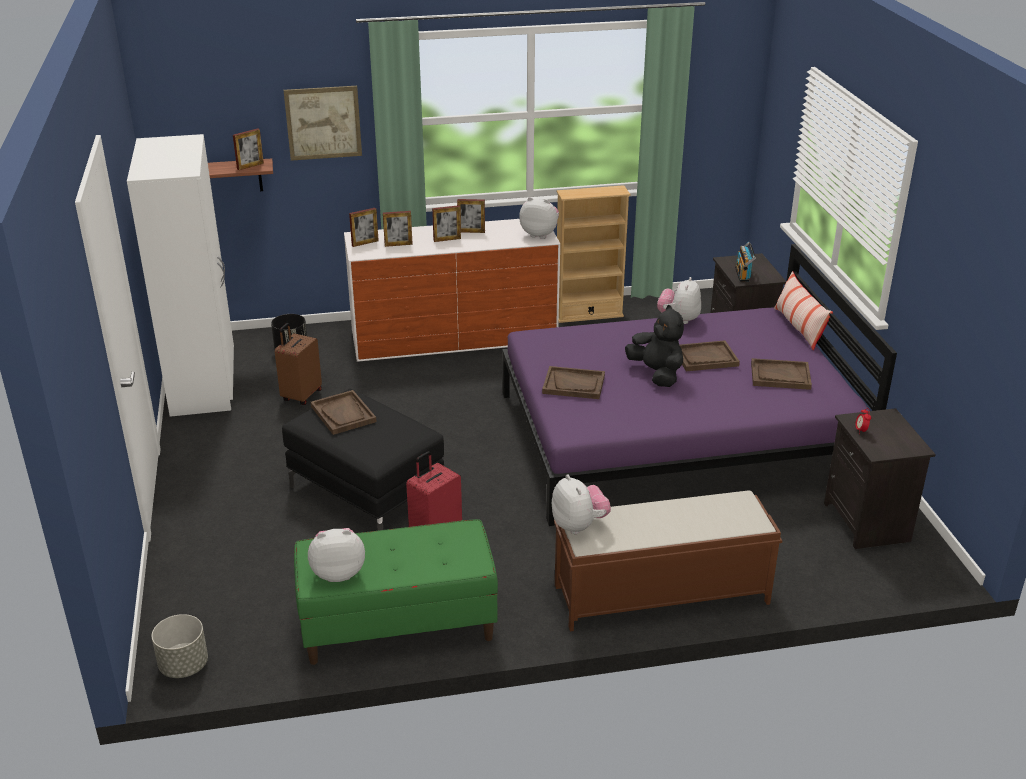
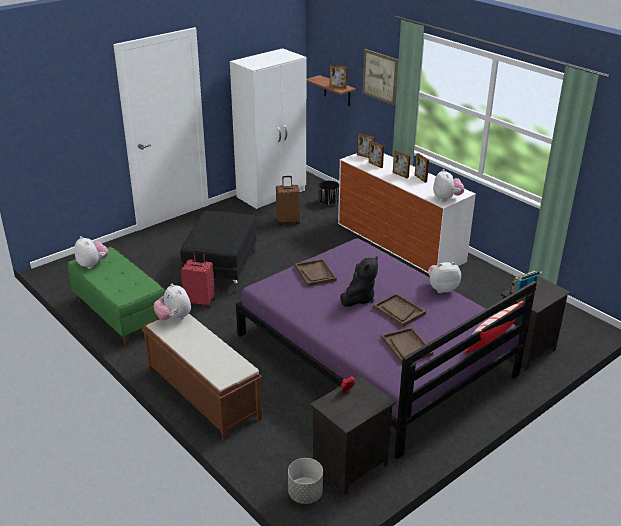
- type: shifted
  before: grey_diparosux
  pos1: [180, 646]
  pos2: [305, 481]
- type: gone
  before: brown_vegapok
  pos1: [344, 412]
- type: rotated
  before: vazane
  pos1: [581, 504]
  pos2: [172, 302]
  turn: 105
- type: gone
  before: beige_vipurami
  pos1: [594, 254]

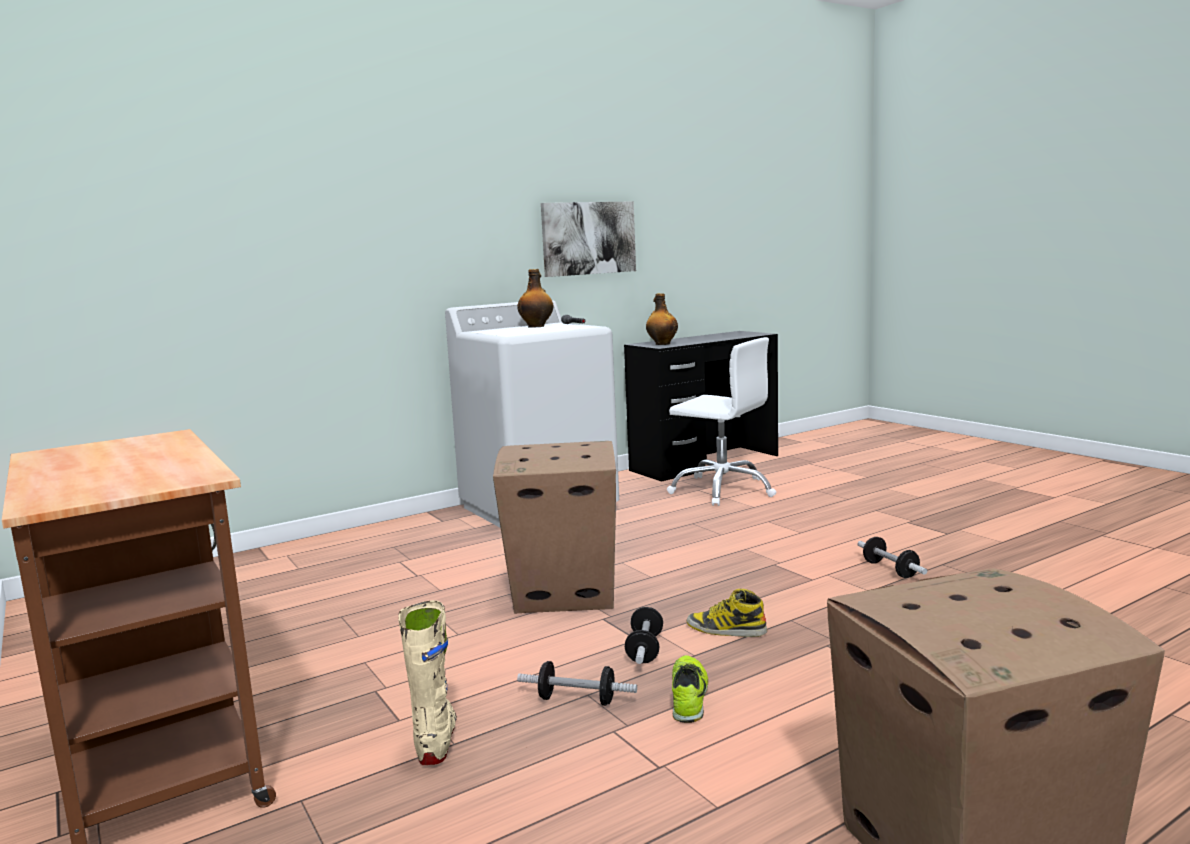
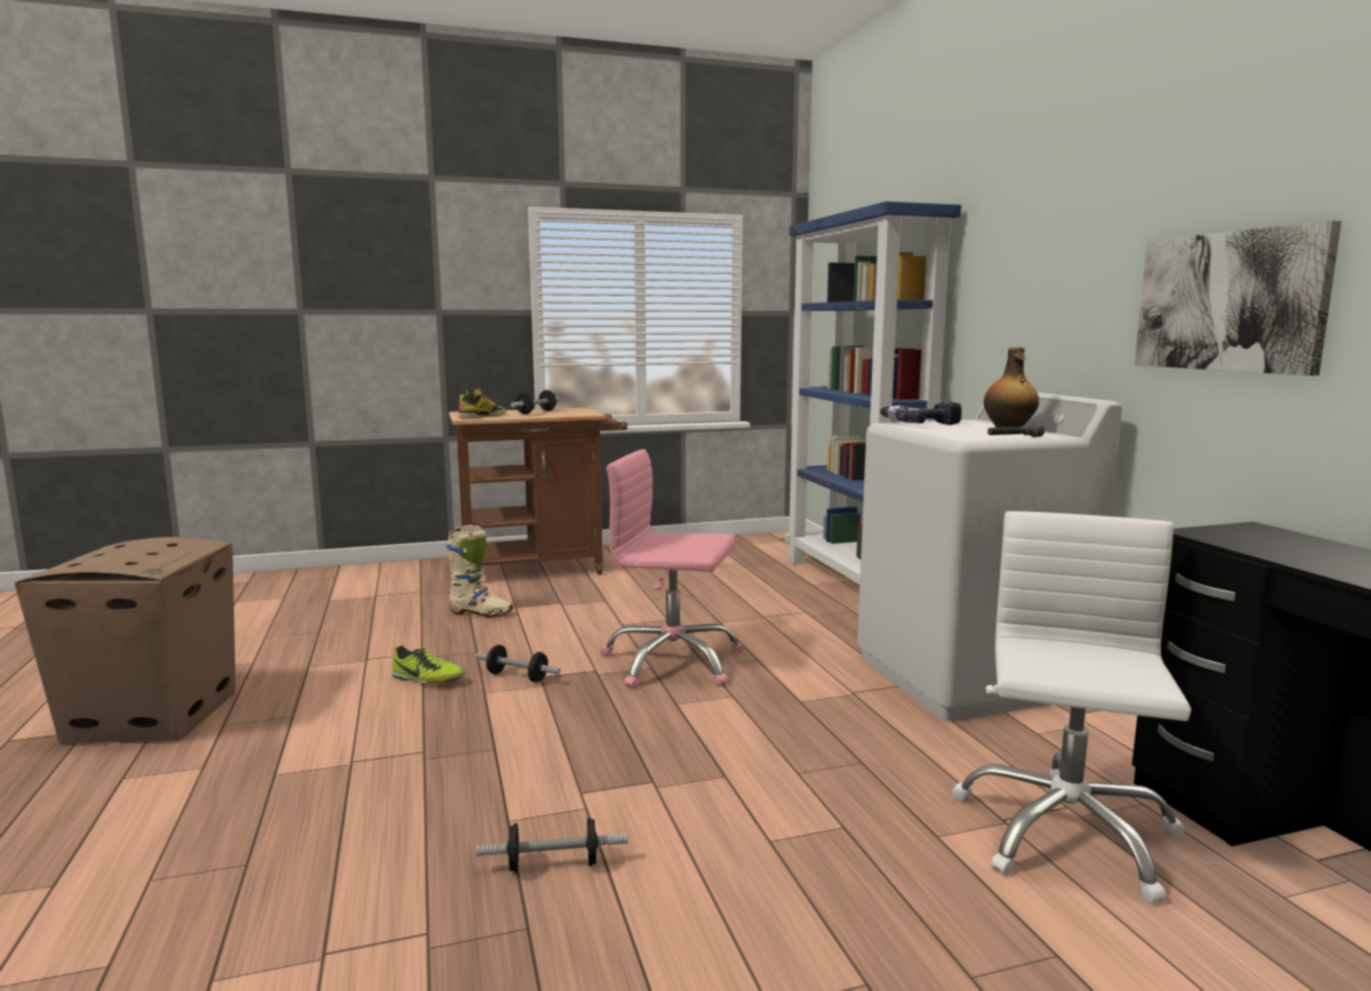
- type: swapped
  before: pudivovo
  after: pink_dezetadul
  pos1: [554, 527]
  pos2: [672, 568]
- type: shifted
  before: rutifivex
  pos1: [577, 683]
  pos2: [535, 402]
- type: gone
  before: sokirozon
  pos1: [662, 319]
- type: rotated
  before: white_dezetadul
  pos1: [721, 421]
  pos2: [1071, 707]
  turn: 150
- type: shifted
  before: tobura
  pos1: [727, 613]
  pos2: [482, 403]
- type: new
  after: blue_vipurami
  pos2: [873, 393]
- type: new
  after: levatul
  pos2: [921, 413]

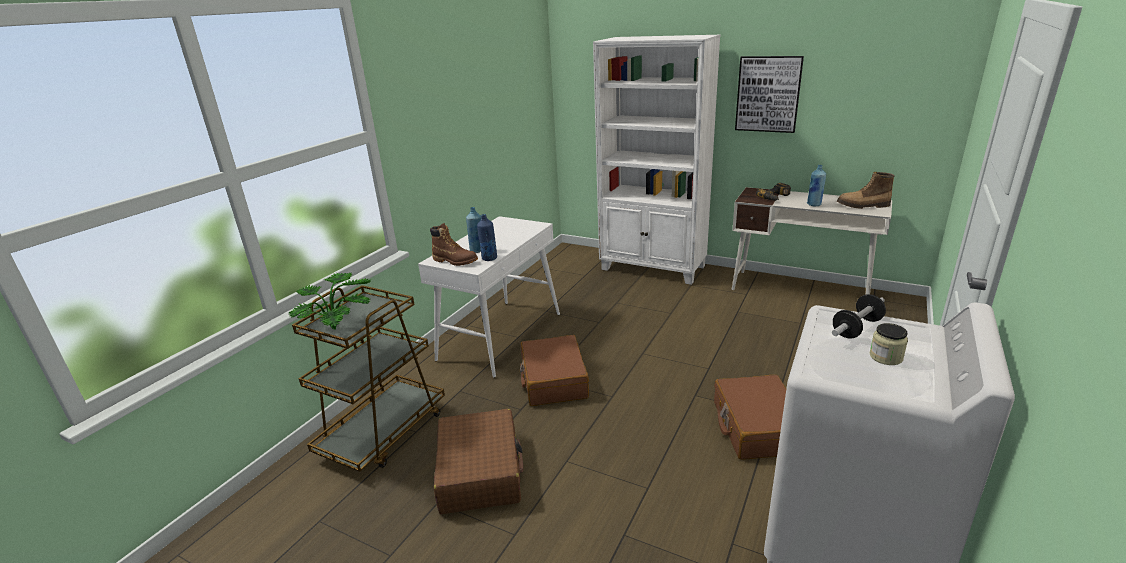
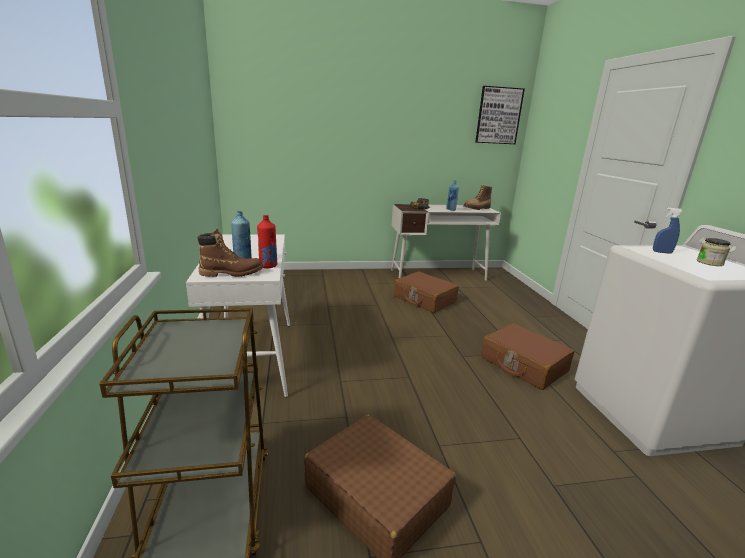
- type: gone
  before: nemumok
  pos1: [330, 301]
- type: repainted
  before: blue_sokirozon
  after: red_sokirozon
  pos1: [487, 237]
  pos2: [267, 241]
- type: shifted
  before: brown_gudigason
  pos1: [554, 370]
  pos2: [426, 292]
- type: gone
  before: white_vipurami
  pos1: [656, 160]
- type: shifted
  before: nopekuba
  pos1: [769, 94]
  pos2: [500, 115]
- type: swapped
  before: rutifivex
  after: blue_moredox
  pos1: [859, 316]
  pos2: [668, 230]

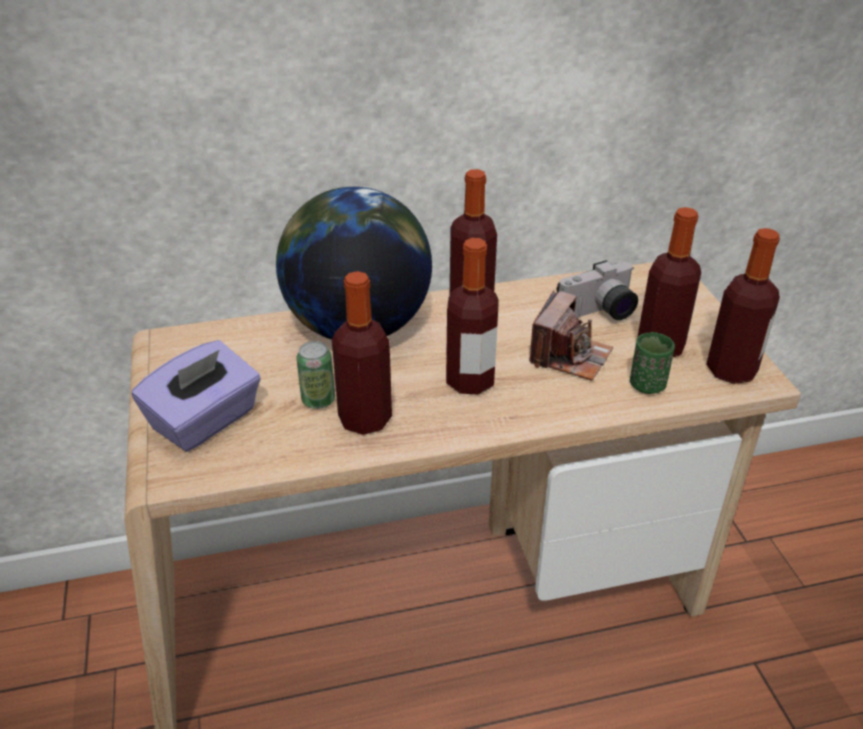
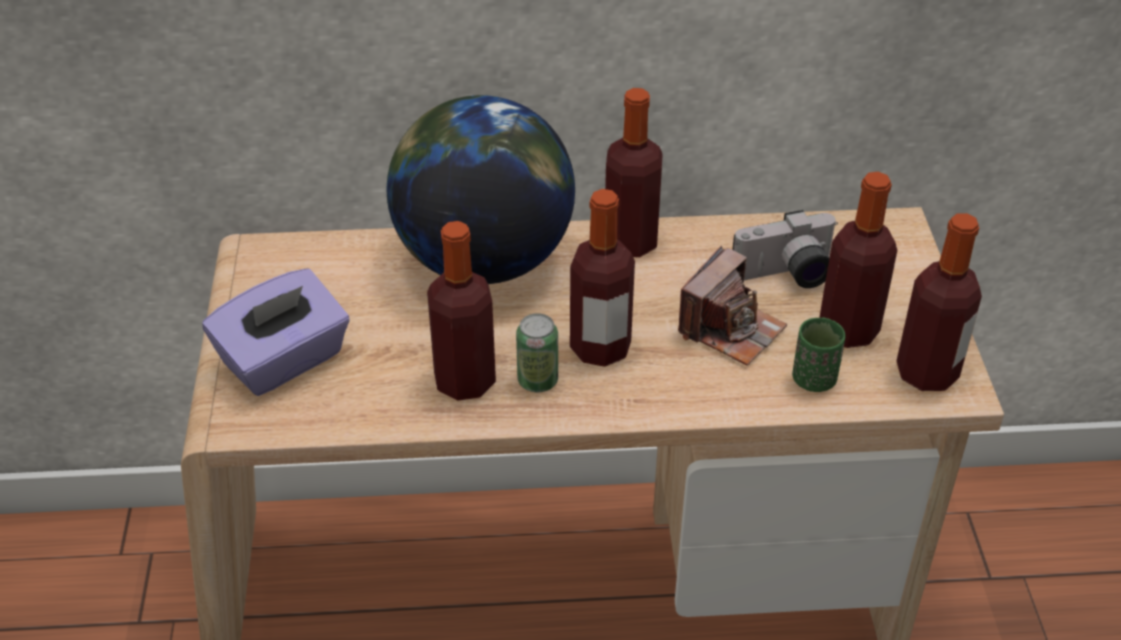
- type: shifted
  before: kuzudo
  pos1: [316, 375]
  pos2: [537, 352]

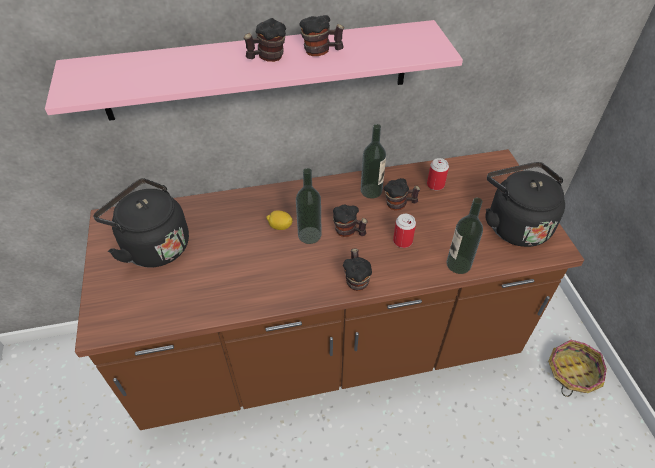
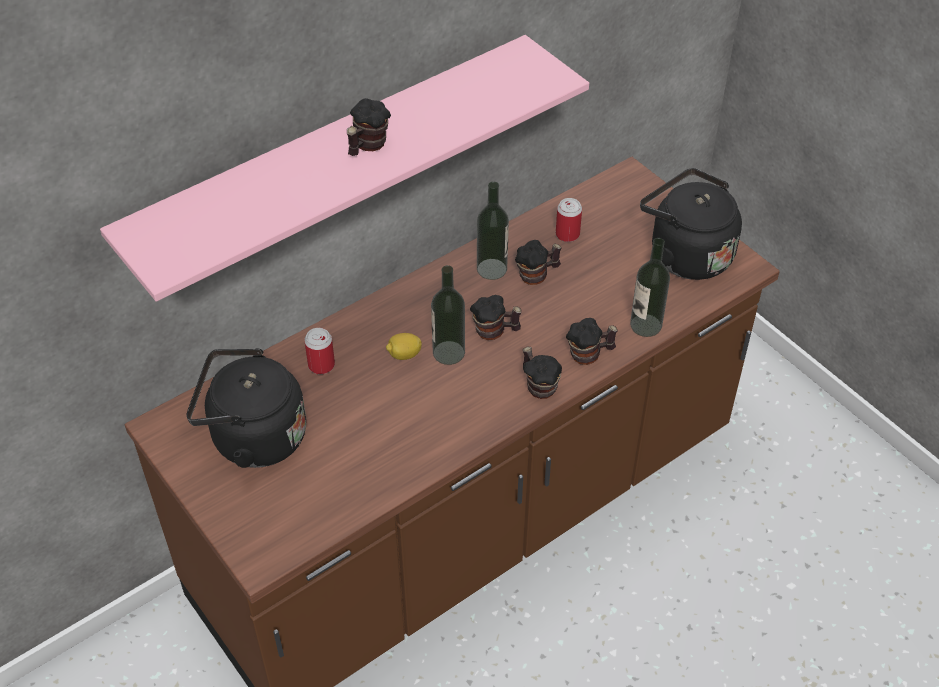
- type: shifted
  before: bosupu
  pos1: [321, 35]
  pos2: [592, 341]
- type: shifted
  before: kuzudo
  pos1: [404, 231]
  pos2: [319, 351]
- type: gone
  before: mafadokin
  pos1: [577, 368]

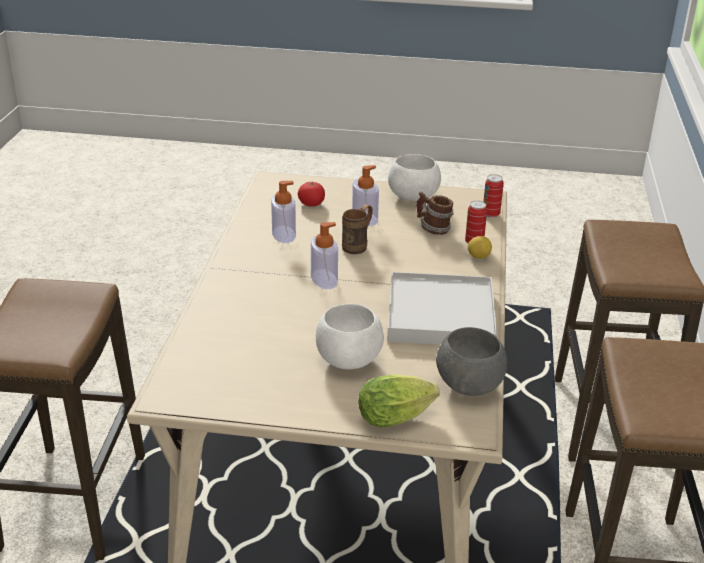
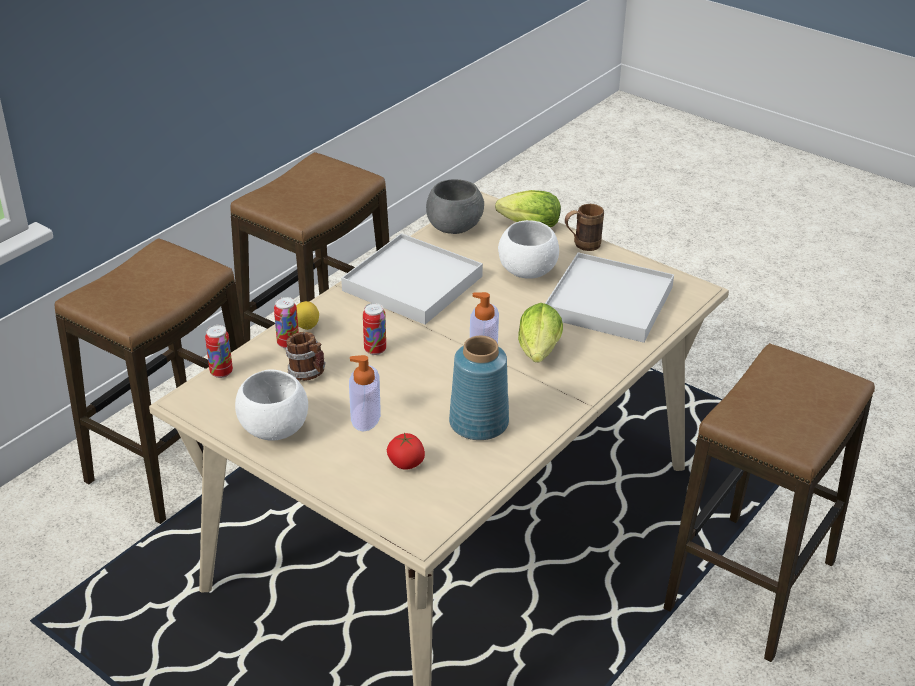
- type: swapped
  before: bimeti
  after: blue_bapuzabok
  pos1: [283, 212]
  pos2: [479, 388]
- type: shifted
  before: brown_bosupu
  pos1: [357, 229]
  pos2: [584, 227]
- type: new
  after: kuzudo
  pos2: [374, 329]
- type: new
  after: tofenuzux
  pos2: [540, 333]
- type: new
  after: white_vegapok
  pos2: [609, 297]

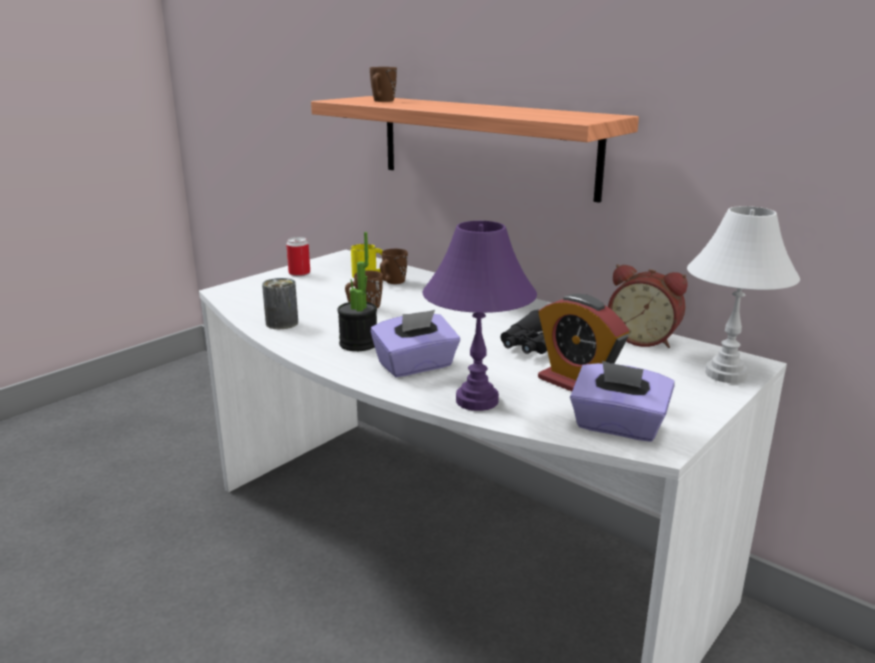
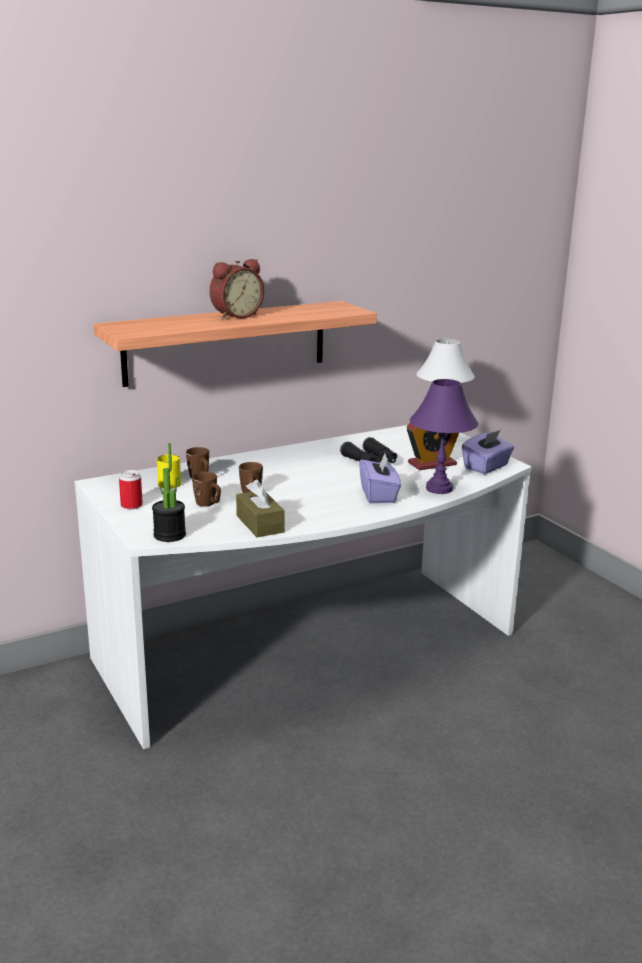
- type: swapped
  before: kuzudo
  after: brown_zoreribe
  pos1: [280, 303]
  pos2: [260, 508]
- type: shifted
  before: nemumok
  pos1: [357, 291]
  pos2: [169, 492]
- type: shifted
  before: brown_bosupu
  pos1: [383, 84]
  pos2: [206, 489]
- type: shifted
  before: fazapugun
  pos1: [648, 306]
  pos2: [237, 289]

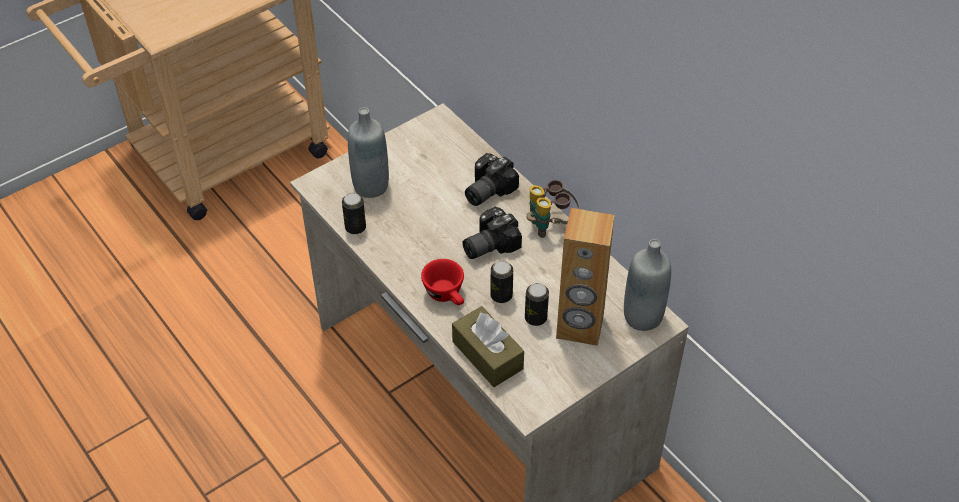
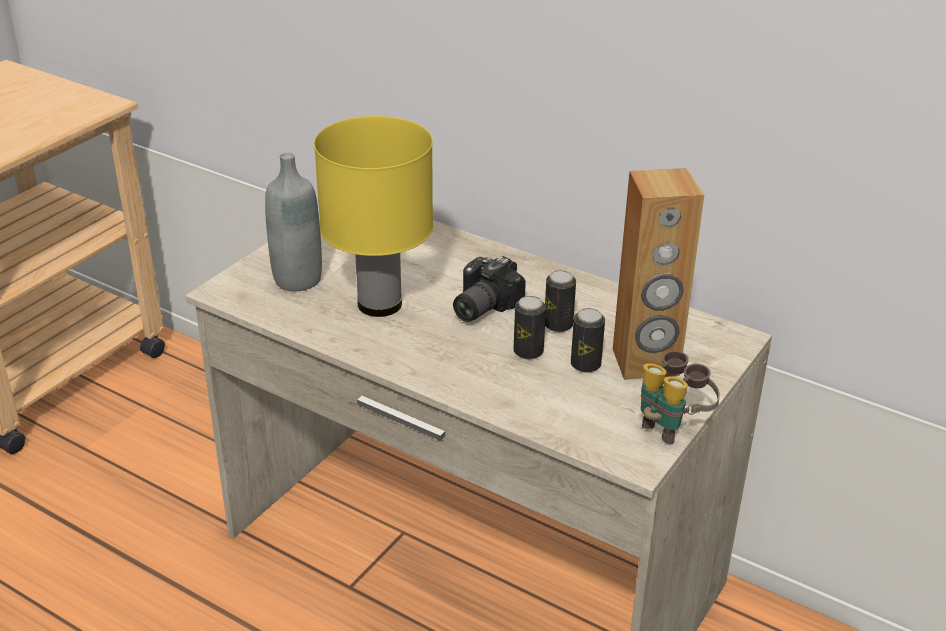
- type: shifted
  before: kuzudo
  pos1: [354, 213]
  pos2: [560, 301]
- type: gone
  before: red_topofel
  pos1: [442, 282]
- type: gone
  before: brown_zoreribe
  pos1: [488, 346]
- type: gone
  before: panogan
  pos1: [492, 179]
- type: shifted
  before: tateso
  pos1: [553, 209]
  pos2: [680, 398]
- type: gone
  before: grey_sokirozon
  pos1: [647, 285]
- type: new
  after: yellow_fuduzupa
  pos2: [373, 216]

